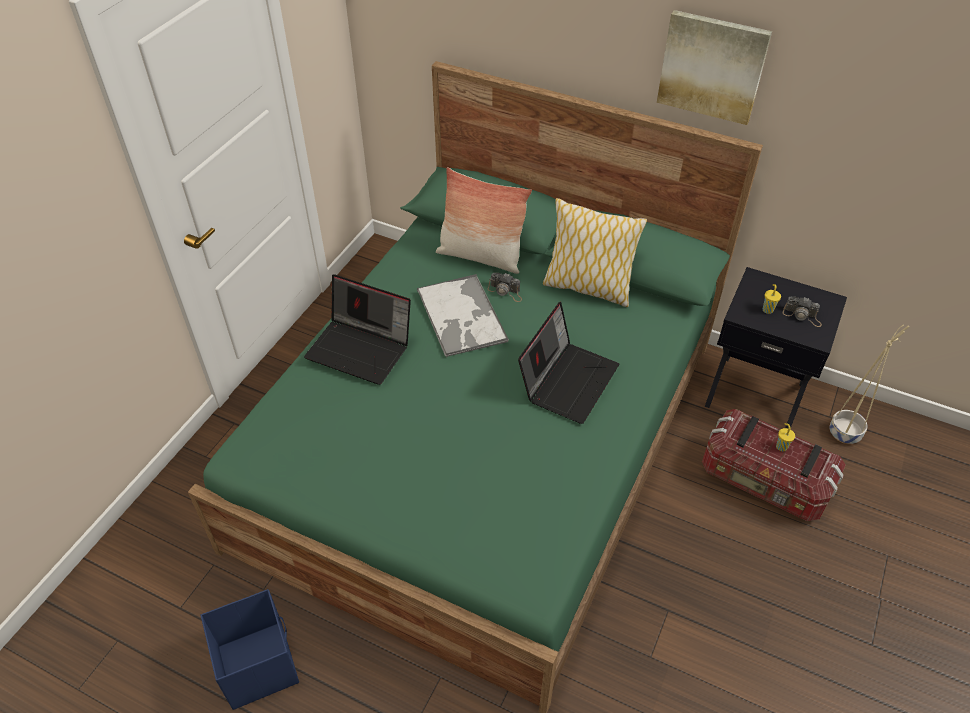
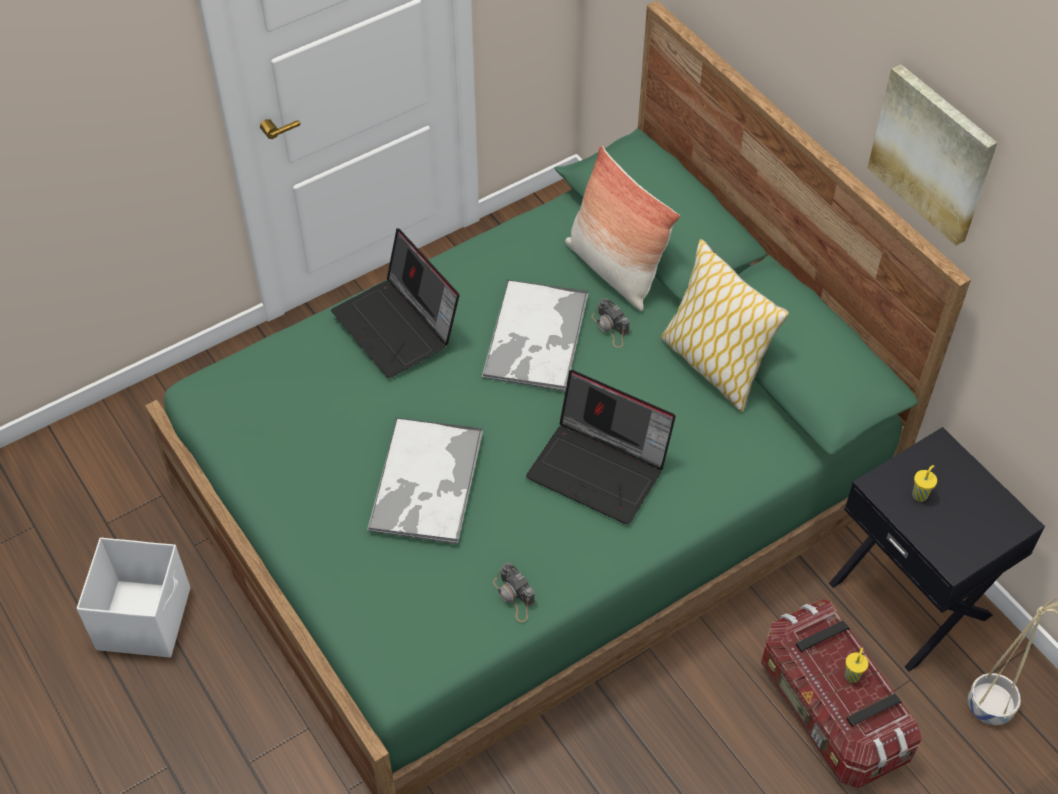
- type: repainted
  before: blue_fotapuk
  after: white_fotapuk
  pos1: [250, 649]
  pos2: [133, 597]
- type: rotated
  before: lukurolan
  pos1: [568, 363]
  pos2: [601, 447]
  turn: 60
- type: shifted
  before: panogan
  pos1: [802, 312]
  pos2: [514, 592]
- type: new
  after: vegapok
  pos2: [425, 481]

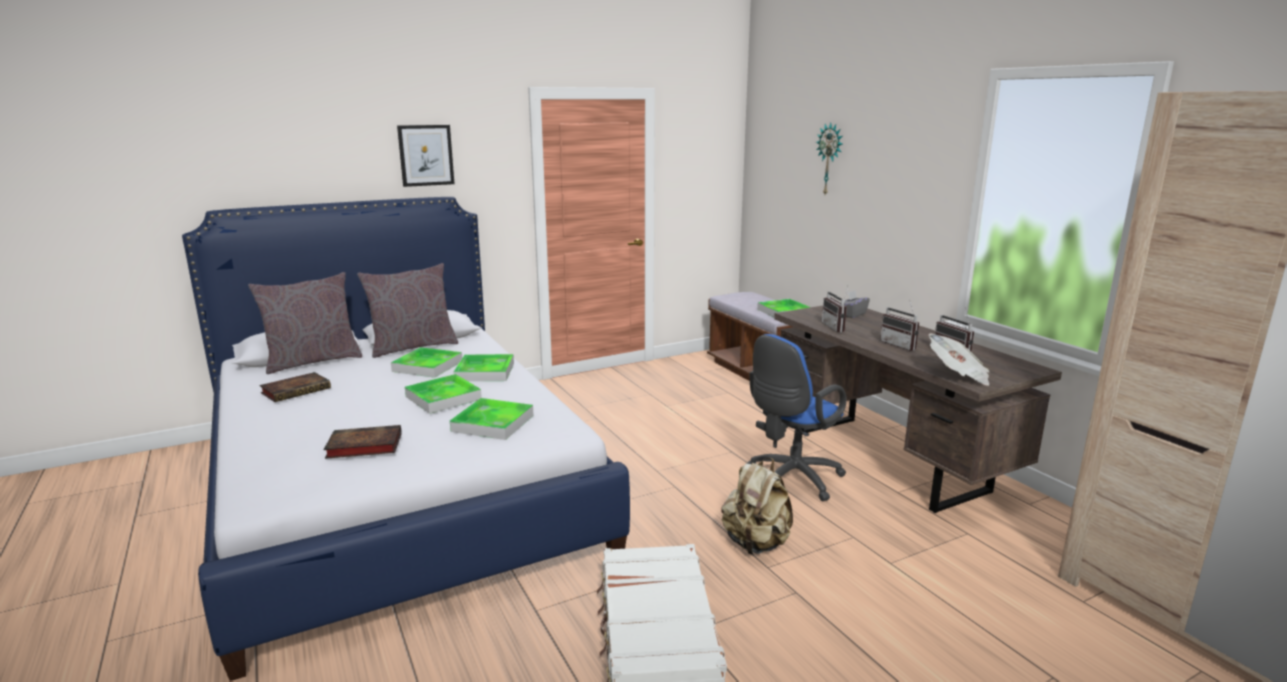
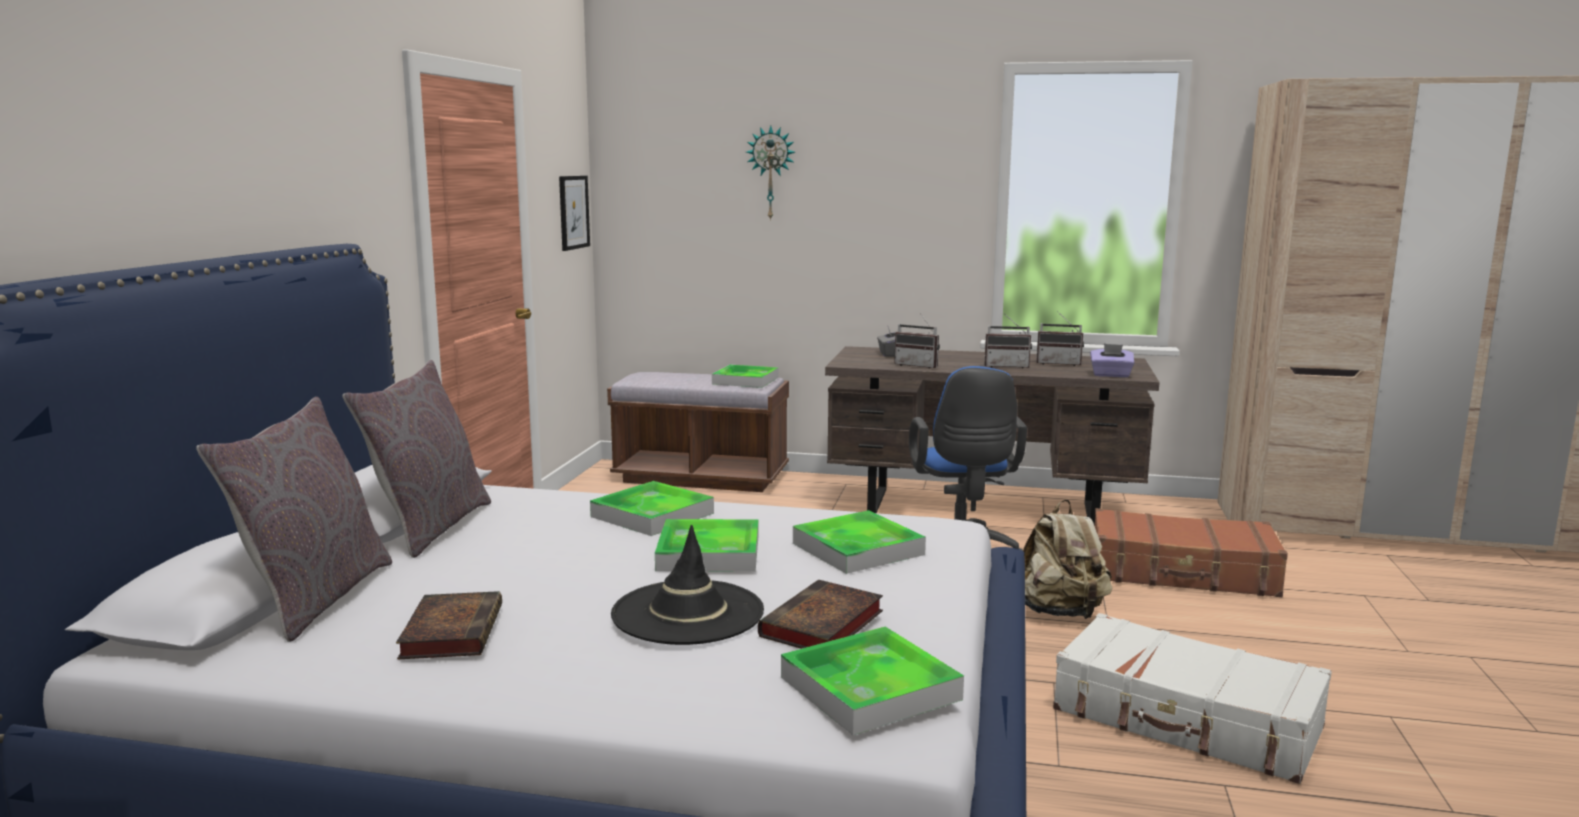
- type: shifted
  before: vegapok
  pos1: [426, 362]
  pos2: [872, 681]
- type: shifted
  before: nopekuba
  pos1: [426, 156]
  pos2: [574, 213]
- type: swapped
  before: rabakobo
  after: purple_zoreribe
  pos1: [959, 359]
  pos2: [1112, 361]
- type: new
  after: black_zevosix
  pos2: [687, 585]
- type: new
  after: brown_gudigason
  pos2: [1191, 552]

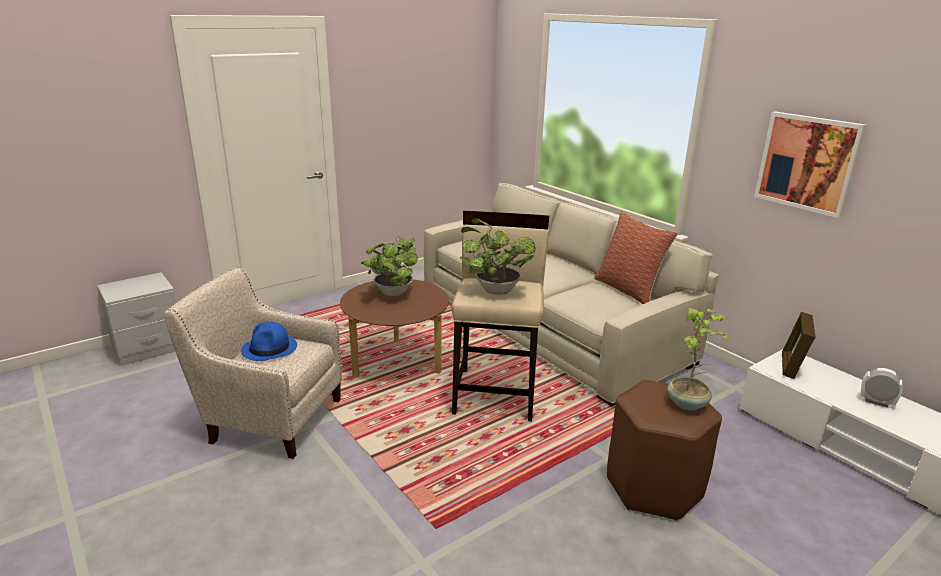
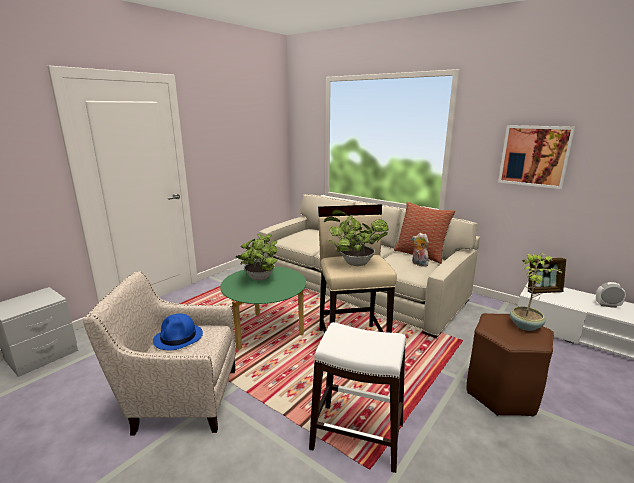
- type: repainted
  before: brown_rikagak
  after: green_rikagak
  pos1: [394, 328]
  pos2: [263, 308]
- type: rotated
  before: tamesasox
  pos1: [799, 345]
  pos2: [547, 276]
  turn: -105
- type: new
  after: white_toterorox
  pos2: [357, 397]
- type: new
  after: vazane
  pos2: [420, 250]

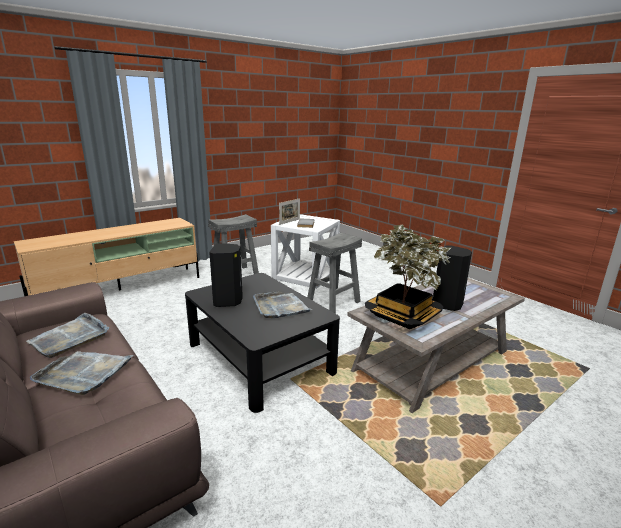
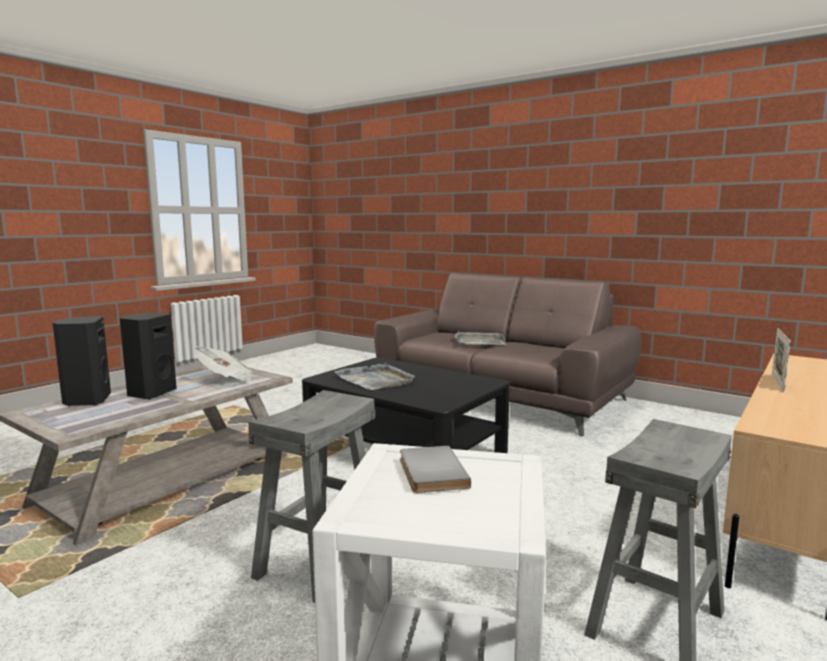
- type: gone
  before: grey_vegapok
  pos1: [67, 335]
- type: shifted
  before: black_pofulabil
  pos1: [226, 275]
  pos2: [82, 361]
- type: shifted
  before: tamesasox
  pos1: [289, 211]
  pos2: [781, 360]
- type: swapped
  before: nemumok
  after: rabakobo
  pos1: [408, 277]
  pos2: [223, 364]

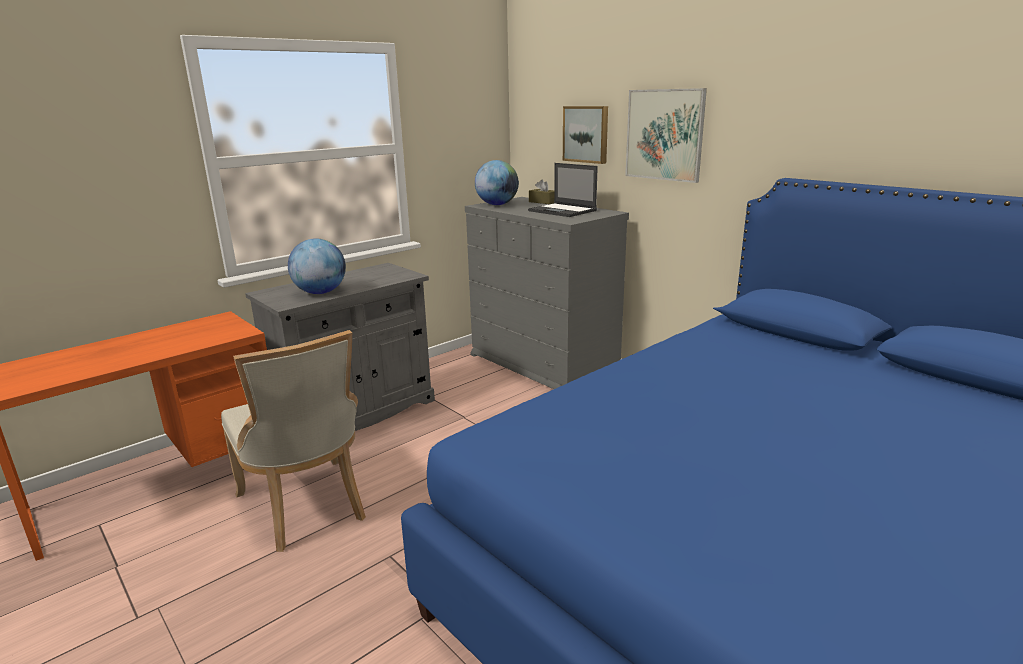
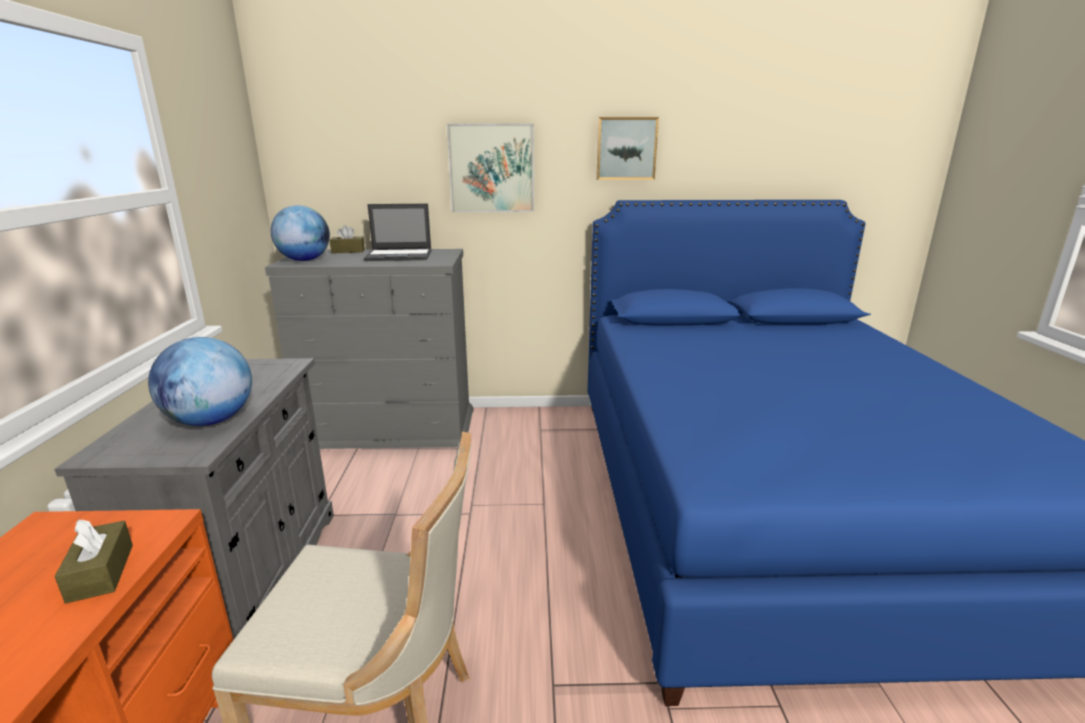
- type: shifted
  before: nopekuba
  pos1: [585, 135]
  pos2: [627, 148]
- type: new
  after: brown_zoreribe
  pos2: [94, 561]

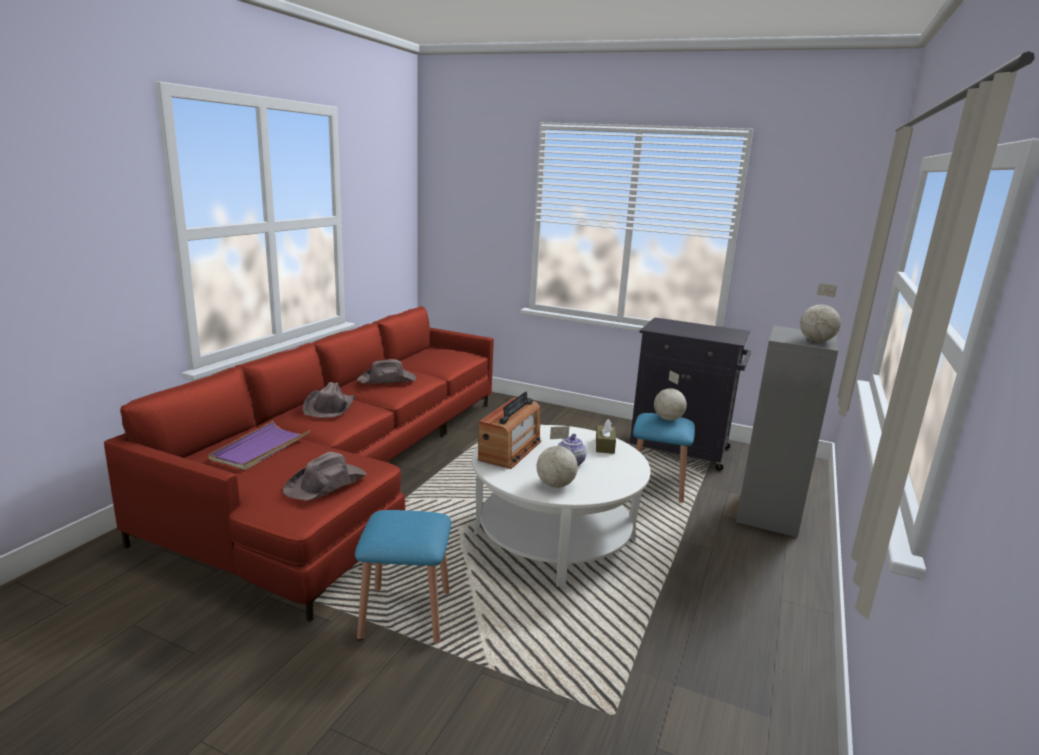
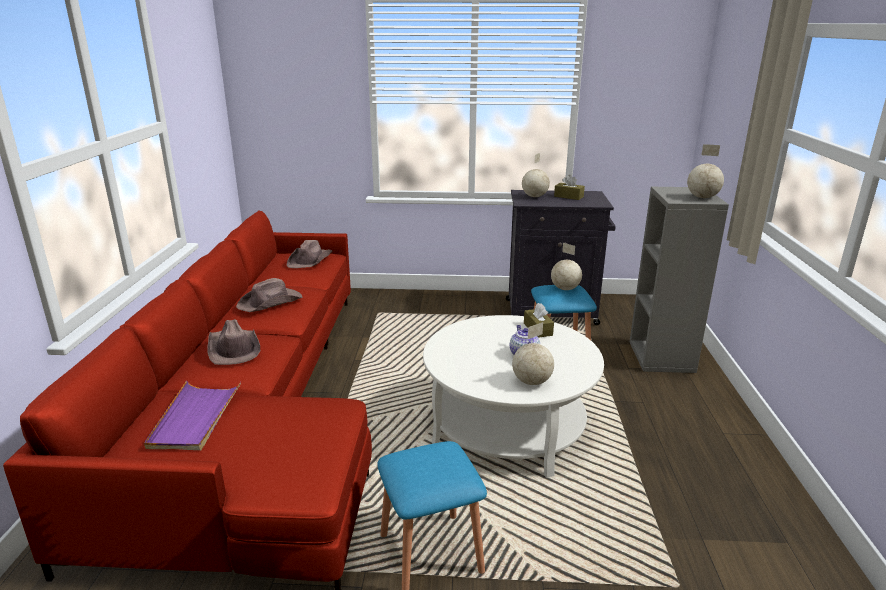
- type: shifted
  before: brown_zevosix
  pos1: [325, 476]
  pos2: [309, 254]
- type: gone
  before: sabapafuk
  pos1: [509, 430]
- type: new
  after: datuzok
  pos2: [536, 175]
- type: new
  after: brown_zoreribe
  pos2: [569, 187]

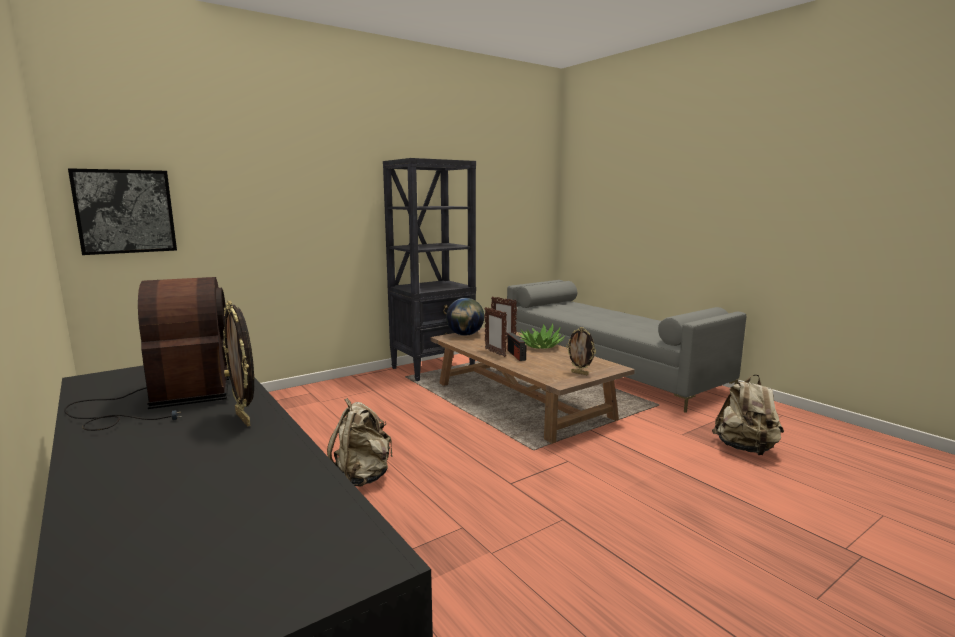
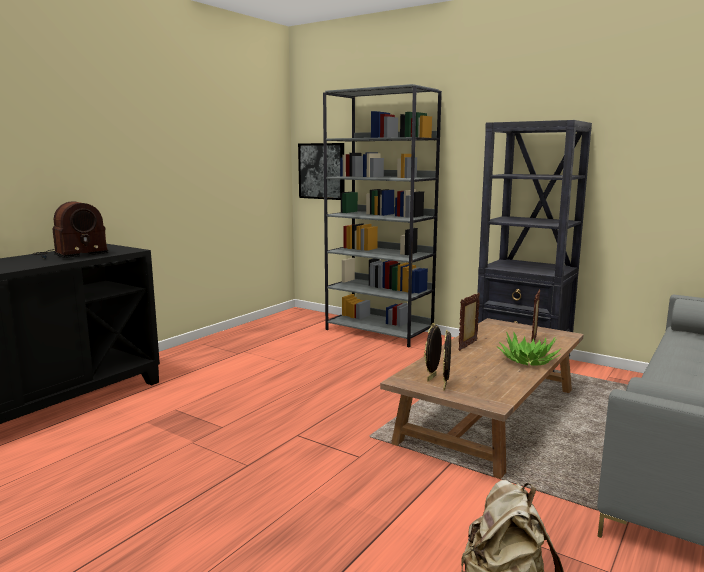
- type: shifted
  before: tamesasox
  pos1: [238, 364]
  pos2: [433, 352]
- type: gone
  before: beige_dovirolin
  pos1: [360, 442]
- type: gone
  before: datuzok
  pos1: [465, 317]
- type: gone
  before: sabapafuk
  pos1: [516, 347]
- type: new
  after: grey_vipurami
  pos2: [382, 215]

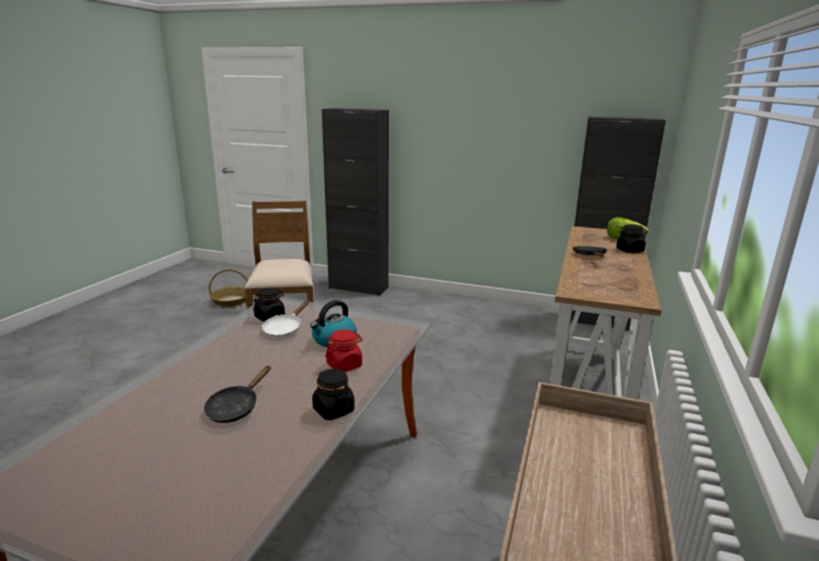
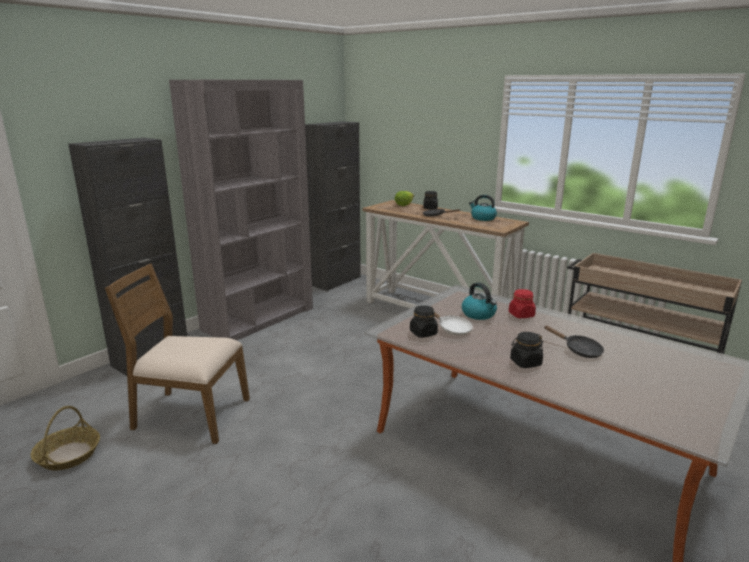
- type: shifted
  before: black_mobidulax
  pos1: [333, 394]
  pos2: [526, 350]
- type: new
  after: grey_vipurami
  pos2: [241, 210]
- type: new
  after: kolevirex
  pos2: [483, 208]

